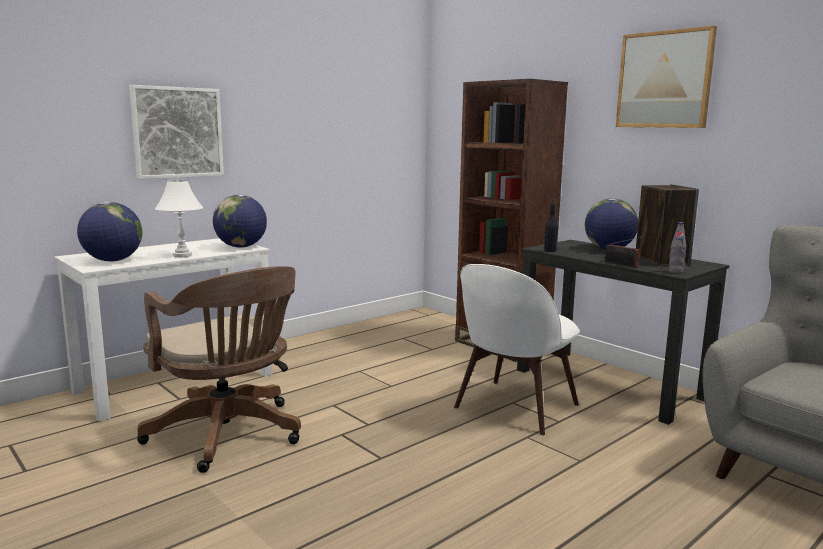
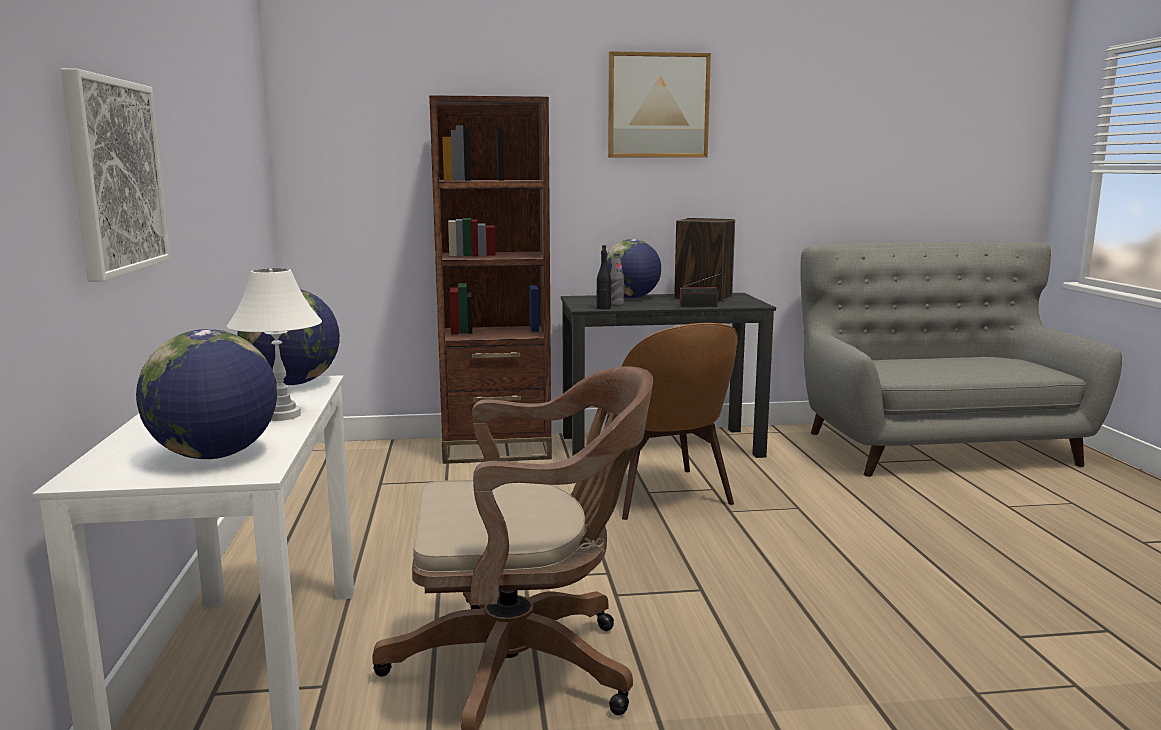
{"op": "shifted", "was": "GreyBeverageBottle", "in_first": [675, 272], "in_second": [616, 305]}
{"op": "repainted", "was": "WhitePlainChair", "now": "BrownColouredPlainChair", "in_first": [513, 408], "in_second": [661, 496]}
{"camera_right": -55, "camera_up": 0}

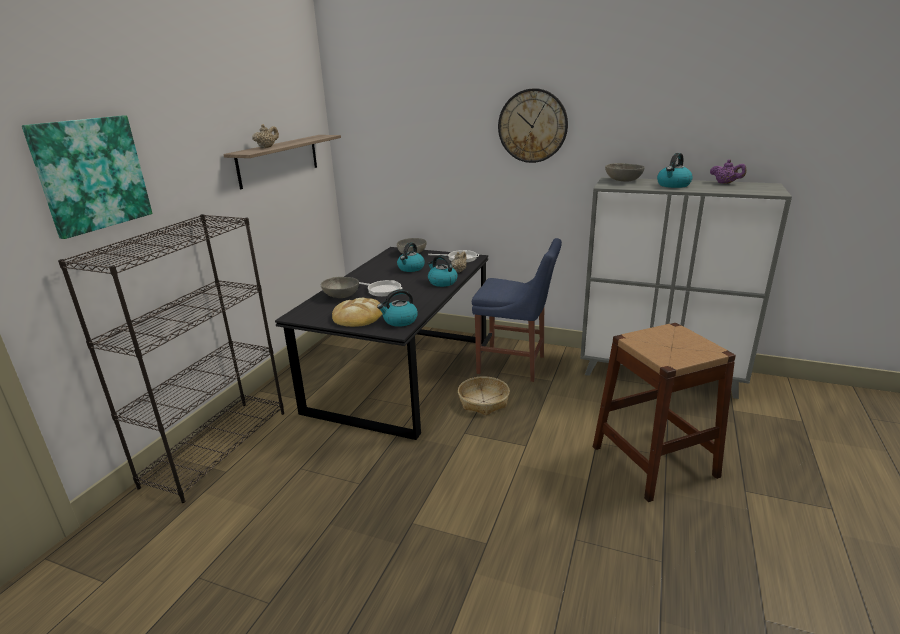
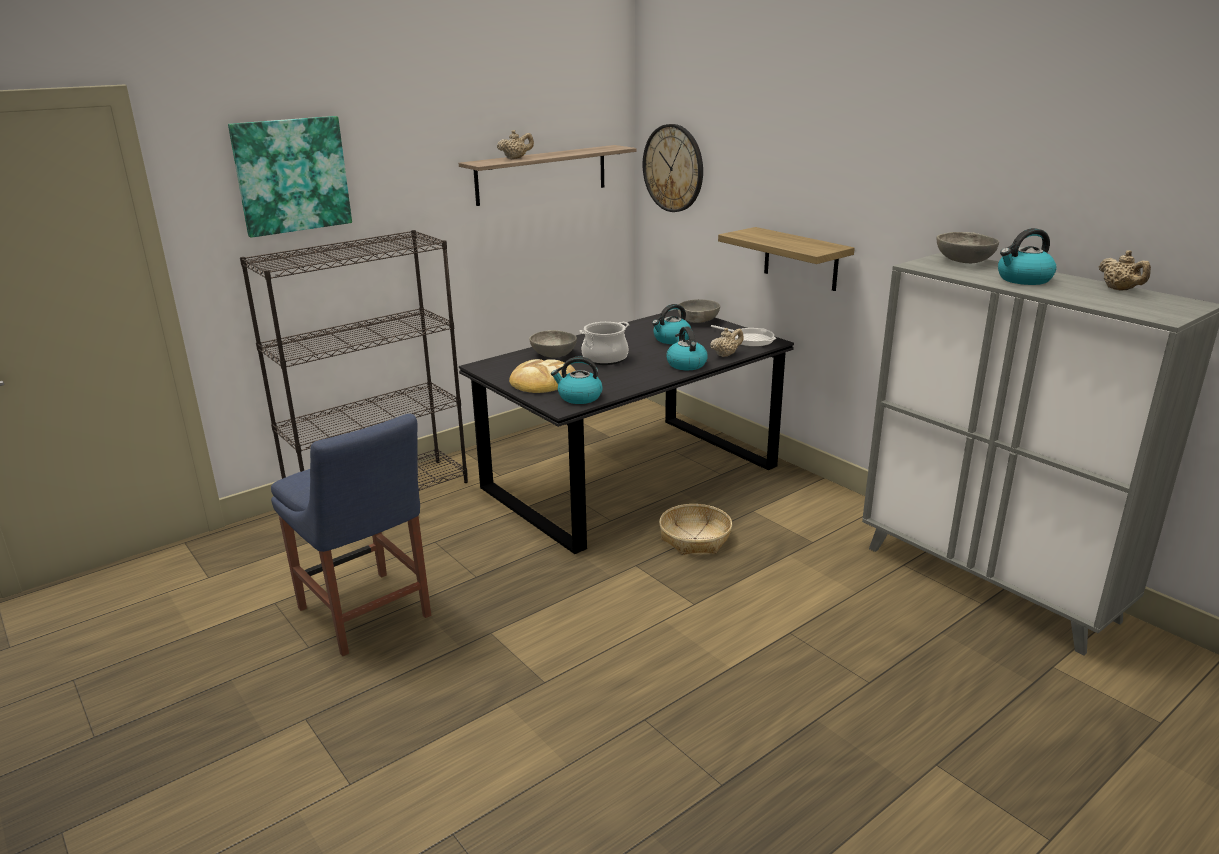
{"op": "shifted", "was": "WallClock", "in_first": [532, 126], "in_second": [673, 168]}
{"op": "repainted", "was": "PurplishTeapot", "now": "SandColouredTeapot", "in_first": [725, 183], "in_second": [1120, 290]}
{"op": "shifted", "was": "BlueColouredPlainChair", "in_first": [515, 365], "in_second": [367, 615]}
{"op": "swapped", "was": "Pan", "now": "CookingPot", "in_first": [382, 290], "in_second": [605, 358]}
{"op": "gone", "was": "BrownColouredStool", "in_first": [654, 461]}
{"op": "new", "now": "BracketShelf", "in_second": [800, 259]}
{"camera_right": 30, "camera_up": 0}

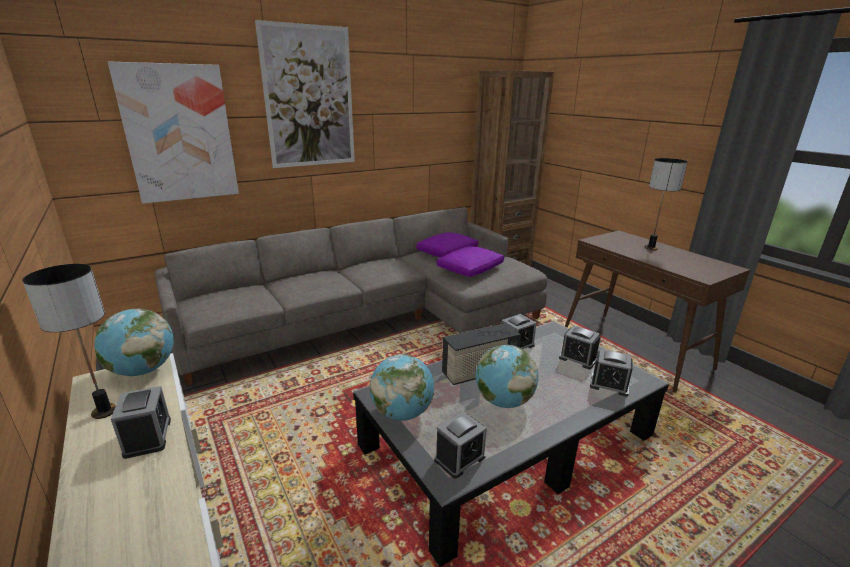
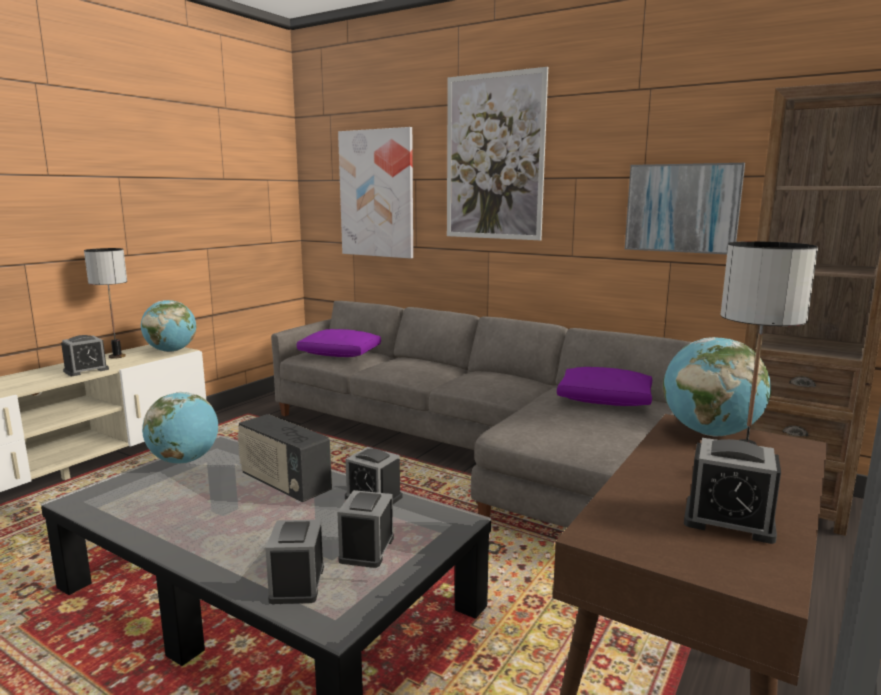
{"op": "shifted", "was": "PurplishThrowPillow", "in_first": [470, 269], "in_second": [340, 354]}
{"op": "shifted", "was": "Globe", "in_first": [503, 401], "in_second": [710, 433]}
{"op": "shifted", "was": "AlarmClock", "in_first": [460, 458], "in_second": [728, 521]}
{"op": "new", "now": "WallPicture", "in_second": [682, 208]}
{"camera_right": 65, "camera_up": -10}

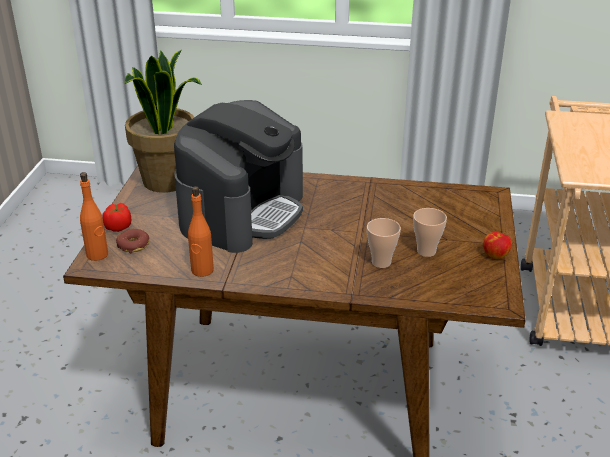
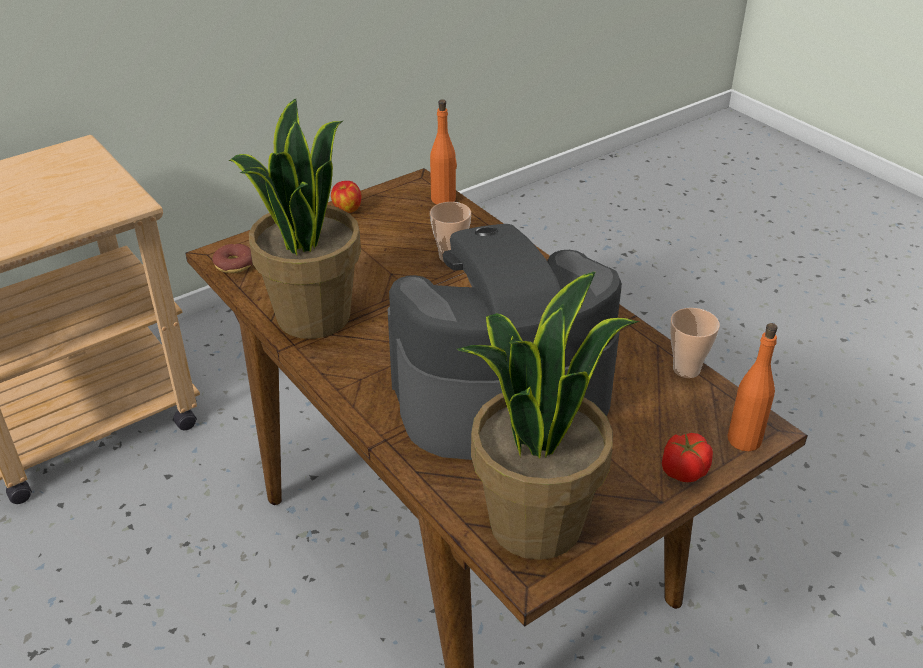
{"op": "shifted", "was": "OrangeColouredBeverageBottle", "in_first": [202, 270], "in_second": [443, 199]}
{"op": "shifted", "was": "Cup", "in_first": [426, 251], "in_second": [686, 369]}
{"op": "shifted", "was": "Donut", "in_first": [133, 245], "in_second": [234, 264]}
{"op": "new", "now": "PottedPlant", "in_second": [312, 316]}
{"camera_right": -135, "camera_up": 5}

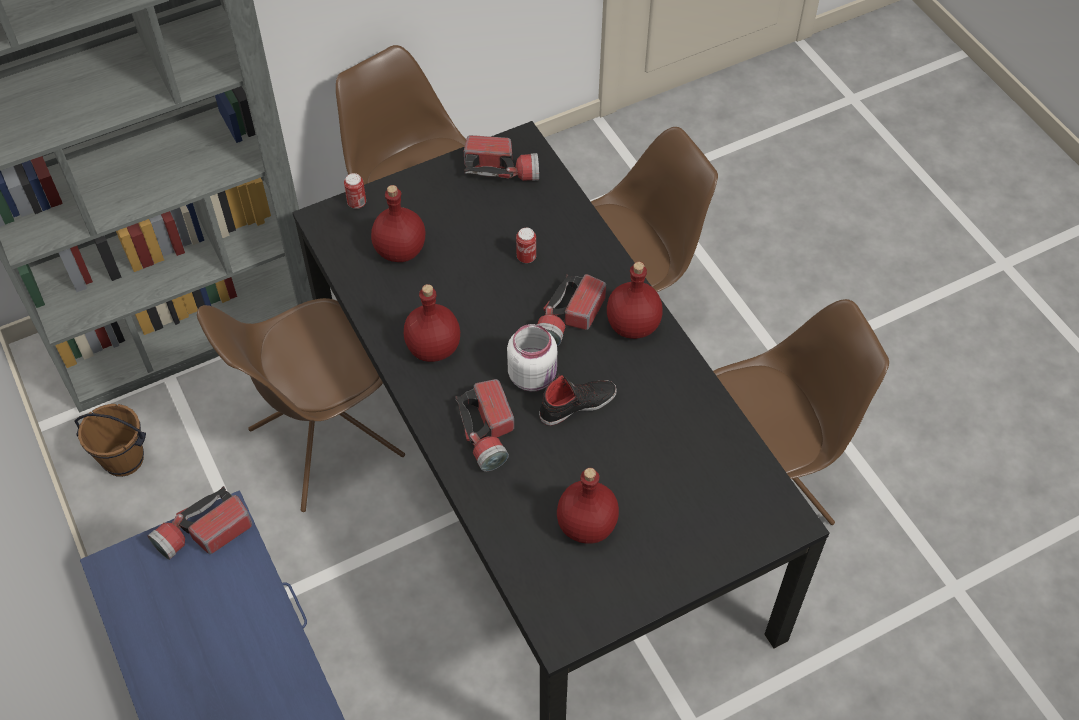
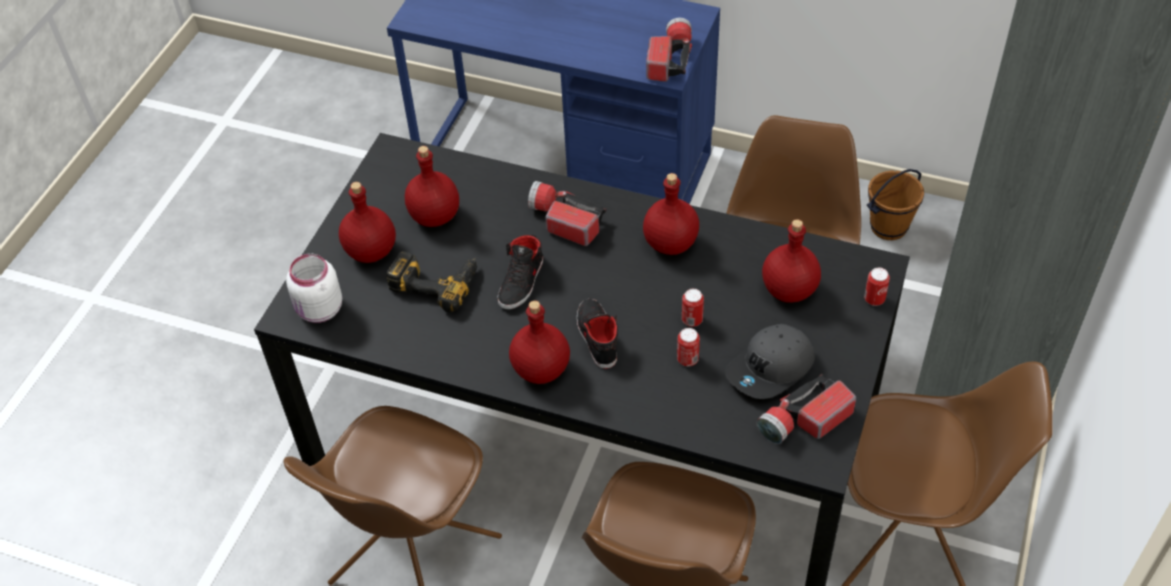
{"op": "swapped", "was": "Flashlight", "now": "BlackColouredItemOfFootwear", "in_first": [569, 319], "in_second": [596, 336]}
{"op": "shifted", "was": "WhiteStorageJar", "in_first": [533, 376], "in_second": [319, 310]}
{"op": "new", "now": "ReddishBeverageBottle", "in_second": [371, 252]}
{"op": "new", "now": "Drill", "in_second": [436, 281]}
{"op": "new", "now": "SealedCan", "in_second": [692, 320]}
{"op": "new", "now": "GreyCap", "in_second": [771, 369]}
{"camera_right": 140, "camera_up": -5}

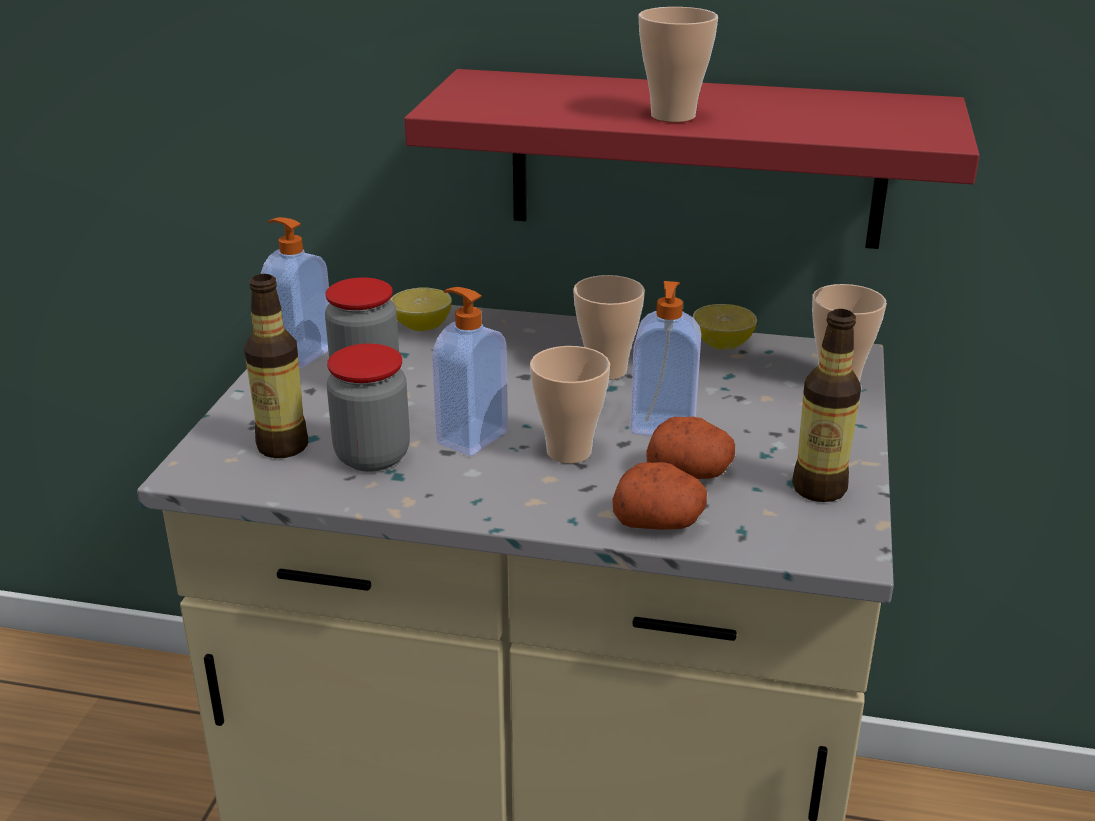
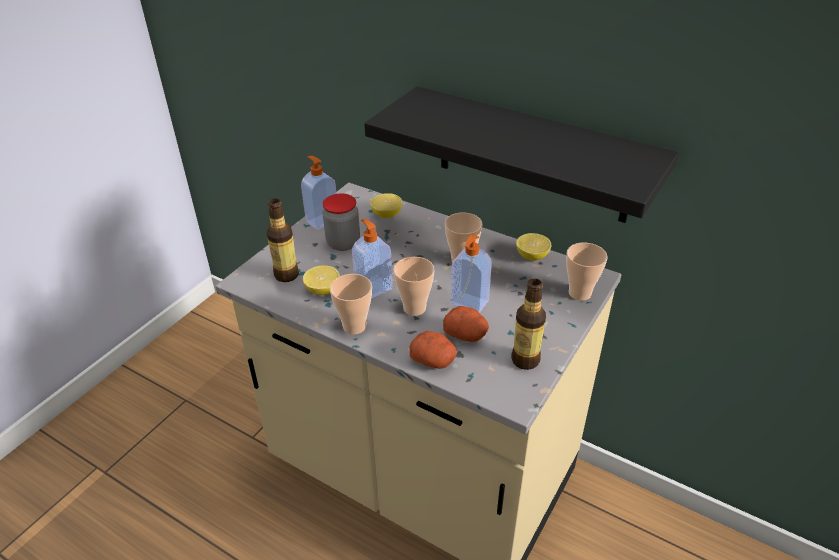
{"op": "shifted", "was": "Cup", "in_first": [673, 116], "in_second": [354, 326]}
{"op": "repainted", "was": "ReddishBracketShelf", "now": "BlackColouredBracketShelf", "in_first": [696, 159], "in_second": [532, 155]}
{"op": "swapped", "was": "StorageJar", "now": "WholeLemon", "in_first": [372, 456], "in_second": [323, 290]}
{"camera_right": 20, "camera_up": 10}

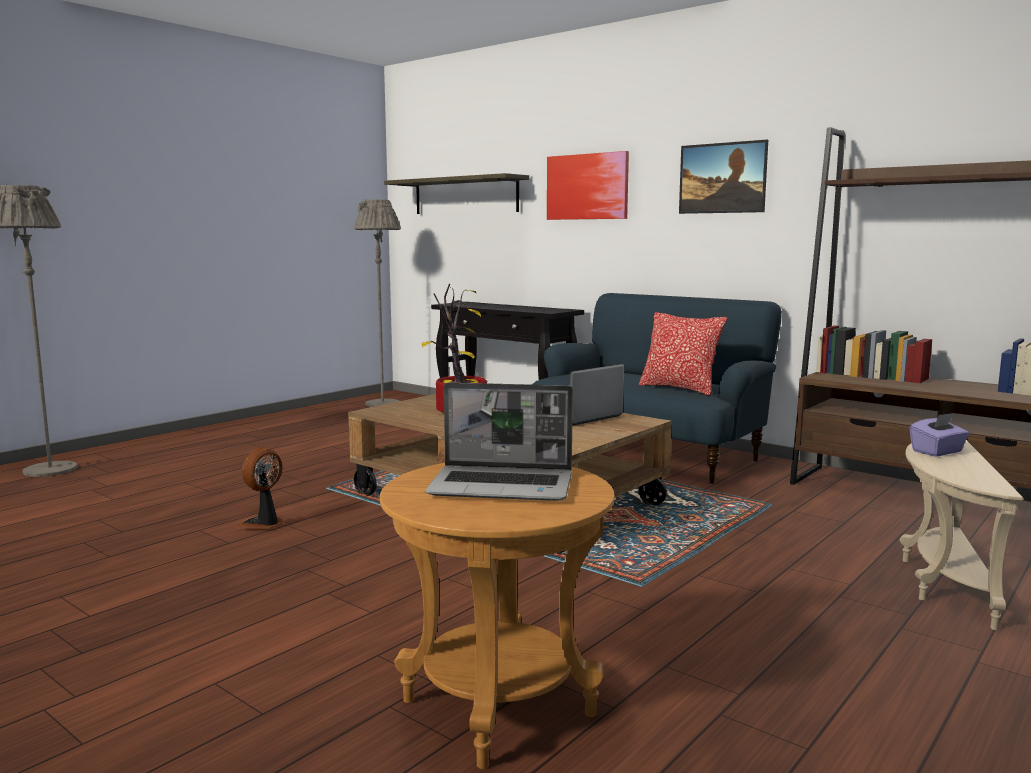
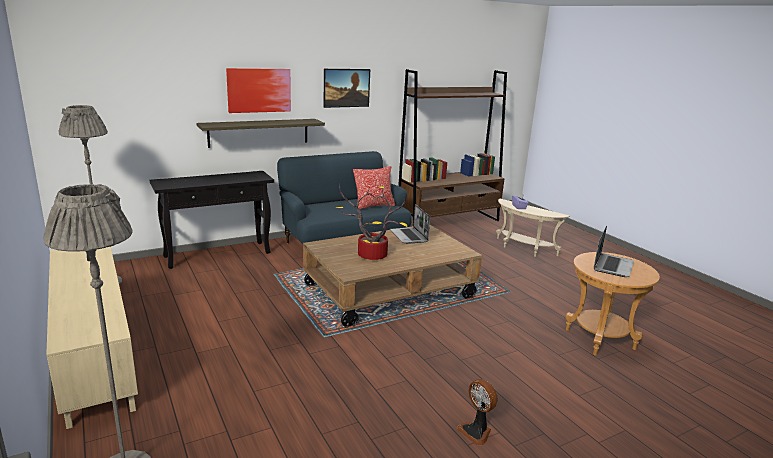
{"op": "shifted", "was": "BracketShelf", "in_first": [465, 196], "in_second": [259, 132]}
{"op": "shifted", "was": "CoolingFan", "in_first": [264, 524], "in_second": [476, 431]}
{"op": "new", "now": "SandColouredTvStand", "in_second": [95, 354]}
{"camera_right": -70, "camera_up": 10}

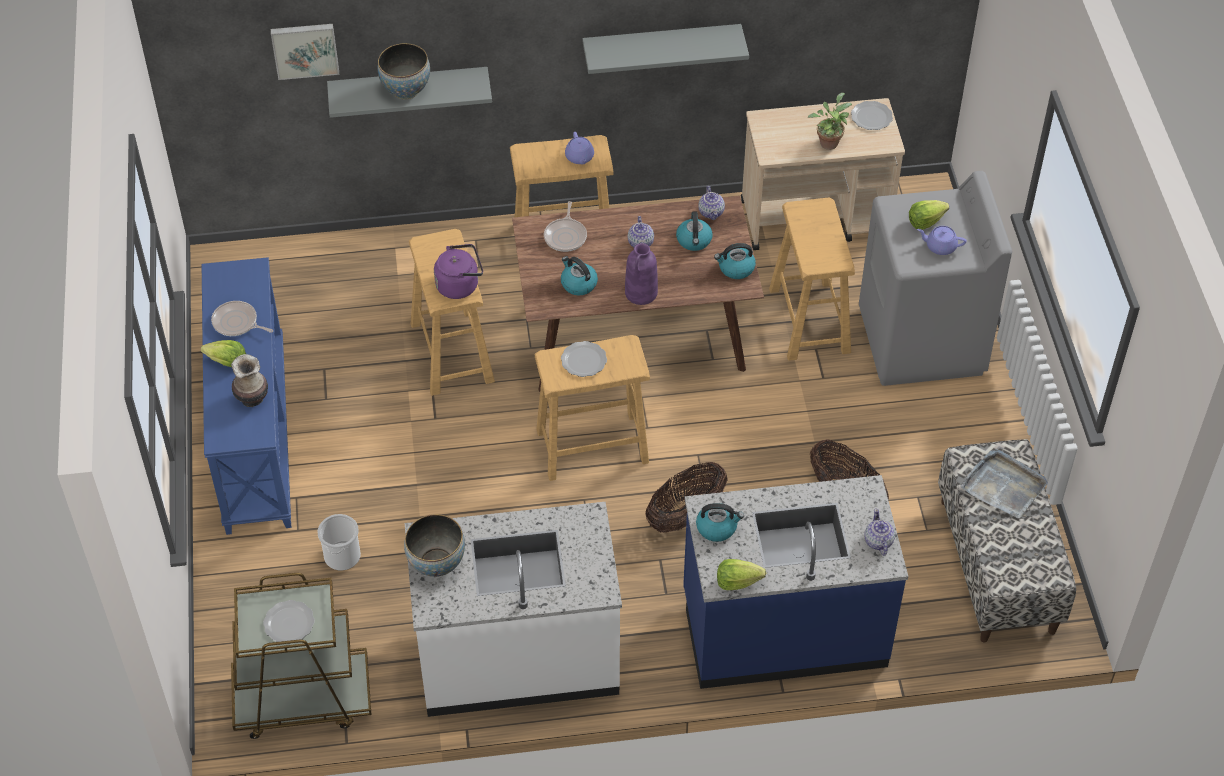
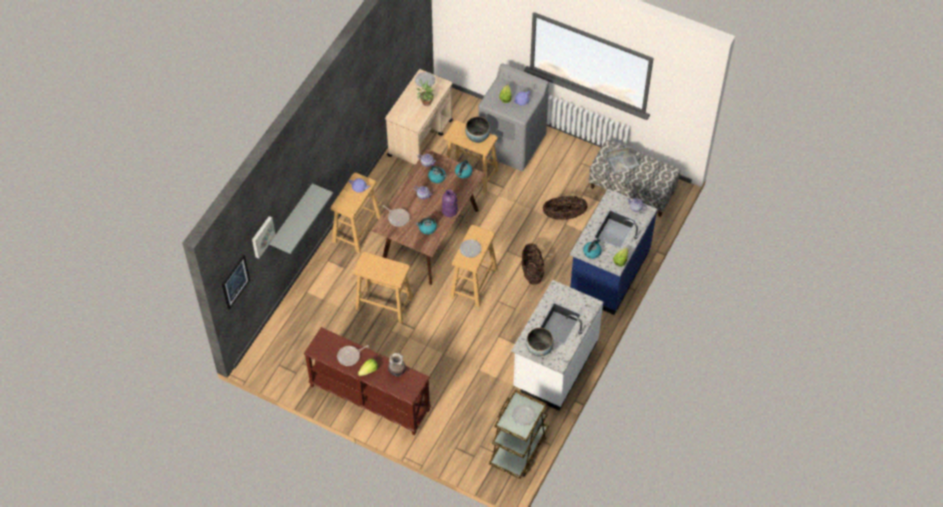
{"op": "gone", "was": "GreyBracketShelf", "in_first": [661, 46]}
{"op": "shifted", "was": "Bowl", "in_first": [406, 90], "in_second": [477, 137]}
{"op": "gone", "was": "PurplishKettle", "in_first": [460, 285]}
{"op": "repainted", "was": "BlueColouredHallTable", "now": "BrownColouredHallTable", "in_first": [254, 435], "in_second": [369, 398]}
{"op": "gone", "was": "Pail", "in_first": [342, 555]}
{"op": "new", "now": "WallPicture", "in_second": [235, 281]}
{"camera_right": -55, "camera_up": 5}

